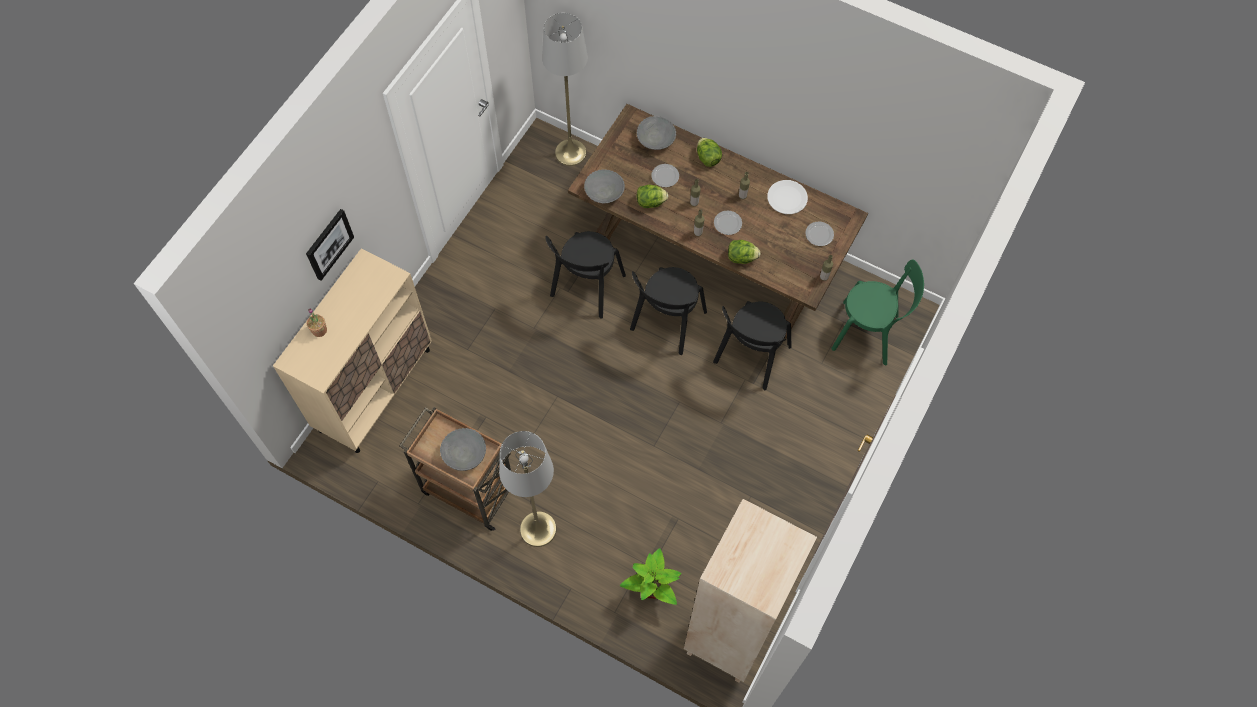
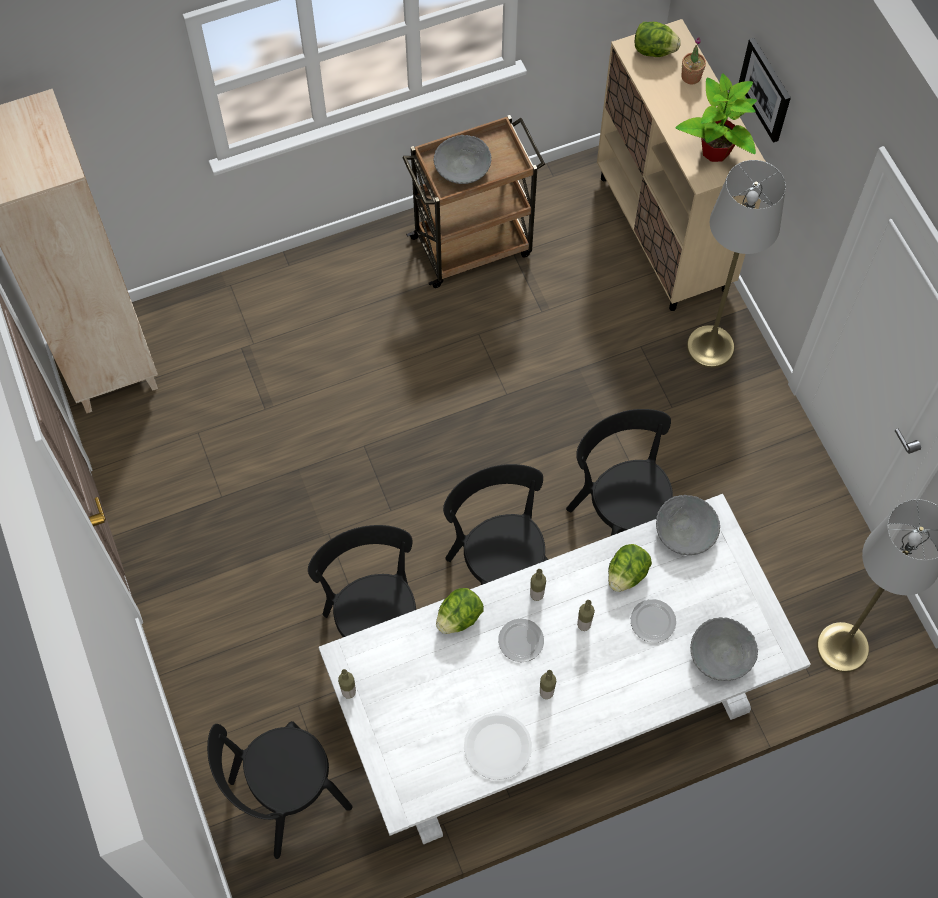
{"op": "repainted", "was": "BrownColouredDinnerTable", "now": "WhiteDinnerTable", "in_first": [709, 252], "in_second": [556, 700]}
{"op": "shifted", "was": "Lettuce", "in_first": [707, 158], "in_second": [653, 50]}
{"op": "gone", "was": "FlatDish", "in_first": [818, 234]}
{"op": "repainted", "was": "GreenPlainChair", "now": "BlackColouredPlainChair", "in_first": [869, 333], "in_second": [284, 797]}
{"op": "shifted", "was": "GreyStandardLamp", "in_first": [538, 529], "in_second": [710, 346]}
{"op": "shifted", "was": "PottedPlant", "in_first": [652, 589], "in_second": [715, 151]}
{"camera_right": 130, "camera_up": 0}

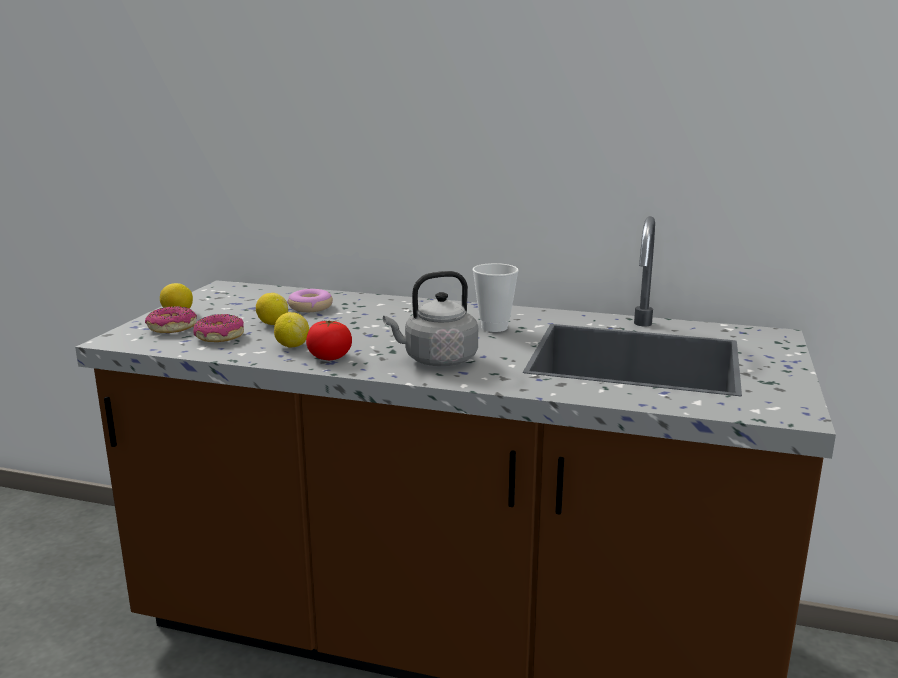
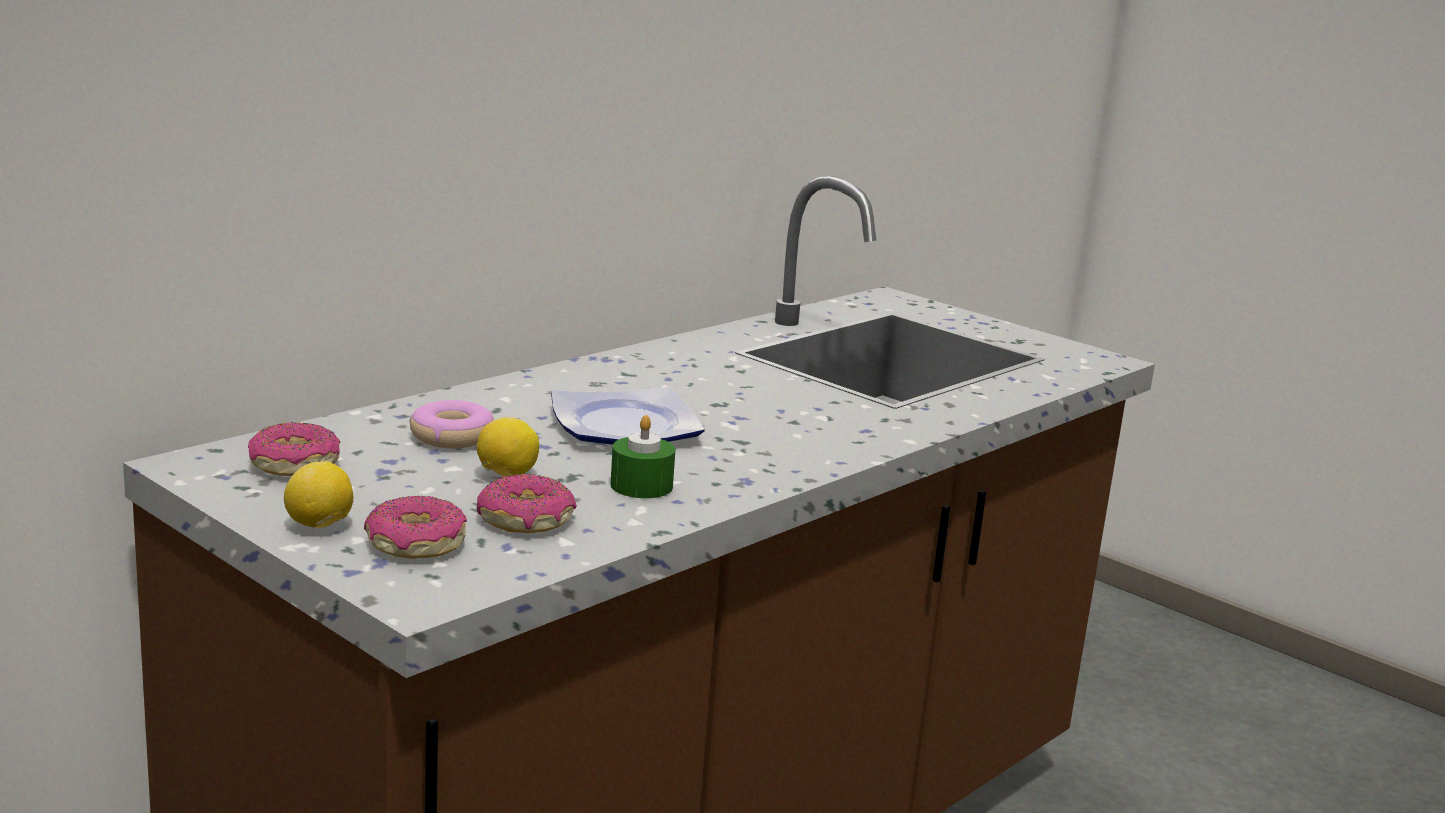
{"op": "gone", "was": "Cup", "in_first": [494, 327]}
{"op": "gone", "was": "GreyKettle", "in_first": [436, 360]}
{"op": "swapped", "was": "WholeLemon", "now": "GreenWaxCandle", "in_first": [292, 346], "in_second": [641, 486]}
{"op": "gone", "was": "WholeTomato", "in_first": [329, 357]}
{"op": "new", "now": "FlatDish", "in_second": [628, 427]}
{"op": "new", "now": "Donut", "in_second": [294, 465]}
{"camera_right": -65, "camera_up": 0}

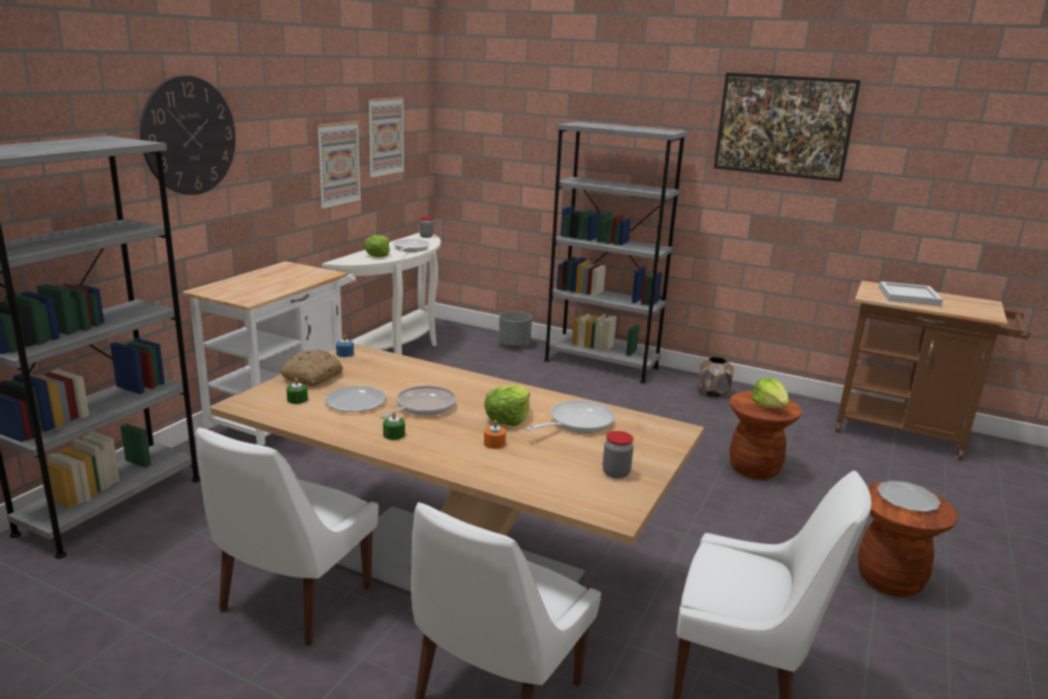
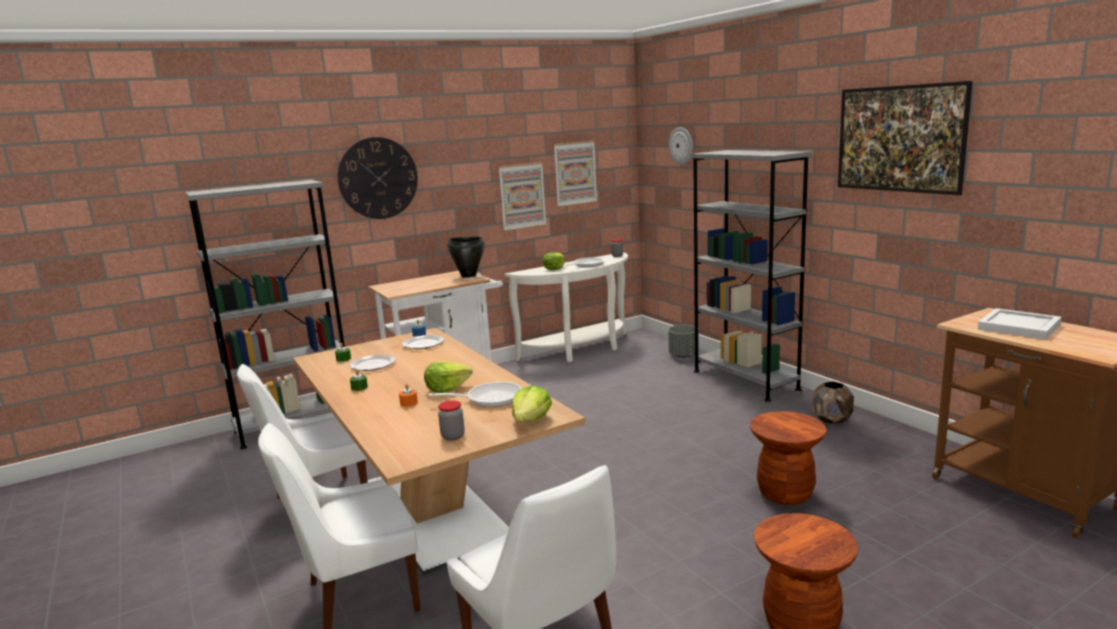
{"op": "gone", "was": "Bread", "in_first": [312, 376]}
{"op": "shifted", "was": "Lettuce", "in_first": [769, 405], "in_second": [531, 420]}
{"op": "gone", "was": "Pan", "in_first": [422, 407]}
{"op": "shifted", "was": "FlatDish", "in_first": [906, 498], "in_second": [423, 344]}
{"op": "new", "now": "WallClock", "in_second": [681, 145]}
{"op": "new", "now": "BlackColouredCookingPot", "in_second": [468, 276]}
{"camera_right": 35, "camera_up": -5}

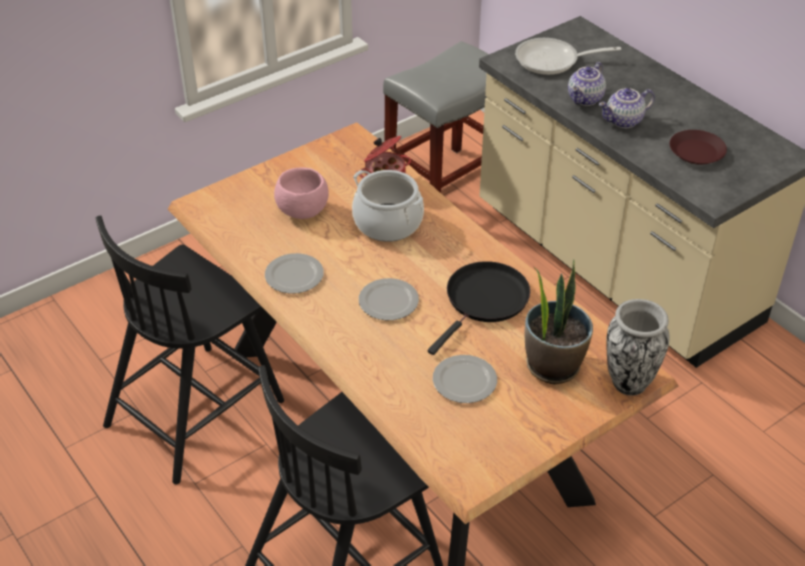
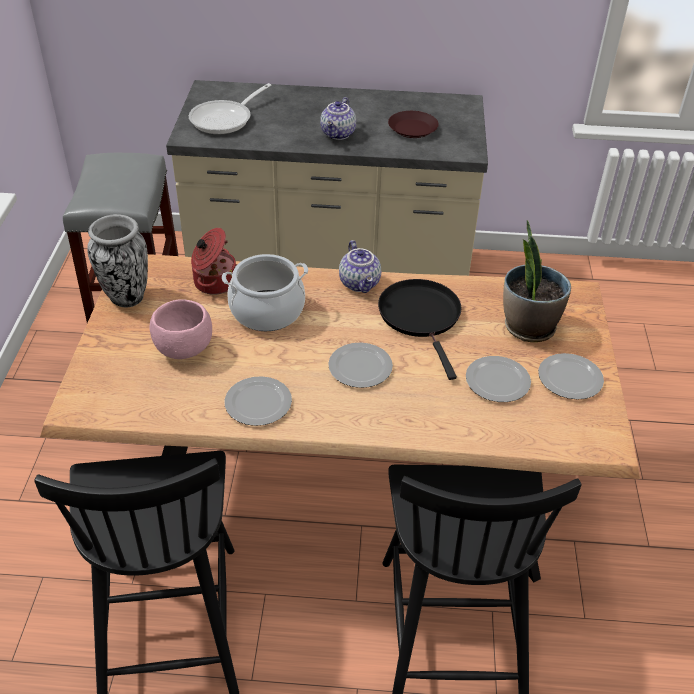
{"op": "shifted", "was": "Teapot", "in_first": [586, 99], "in_second": [360, 283]}
{"op": "shifted", "was": "DecorativeVase", "in_first": [628, 382], "in_second": [126, 298]}
{"op": "new", "now": "FlatDish", "in_second": [570, 379]}
{"camera_right": -50, "camera_up": 0}

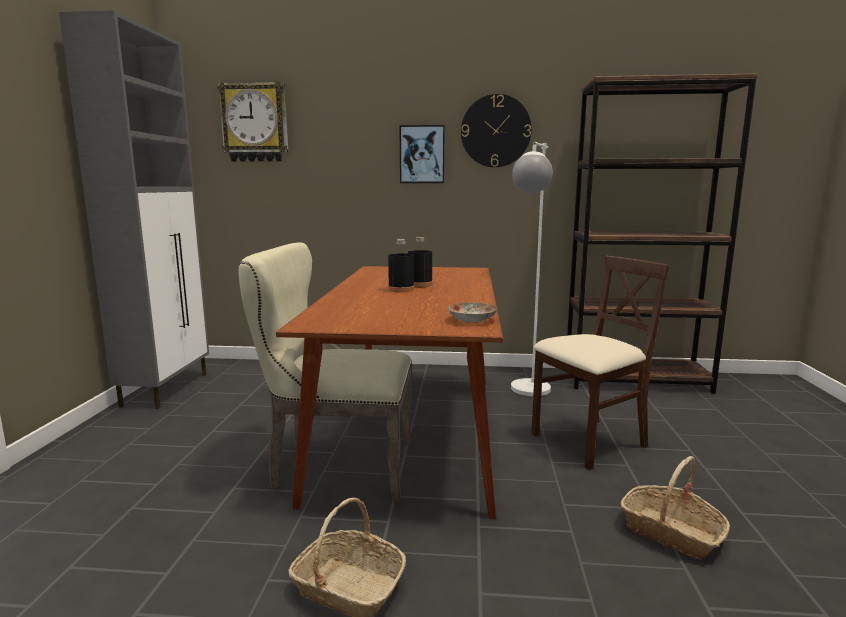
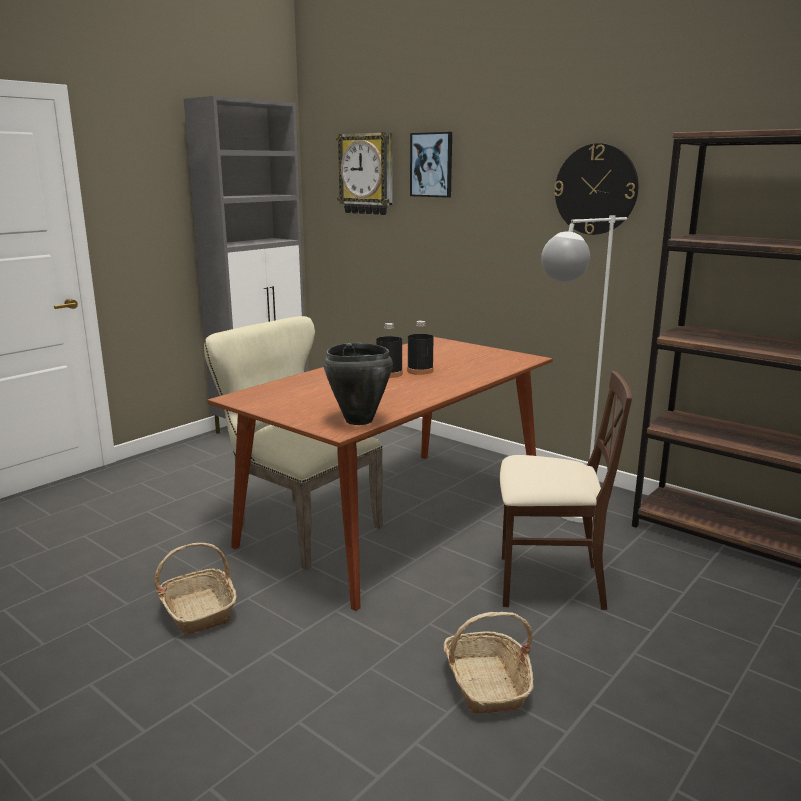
{"op": "shifted", "was": "WallPicture", "in_first": [422, 154], "in_second": [432, 165]}
{"op": "swapped", "was": "FlatDish", "now": "BlackColouredCookingPot", "in_first": [472, 320], "in_second": [358, 420]}
{"camera_right": 35, "camera_up": 5}

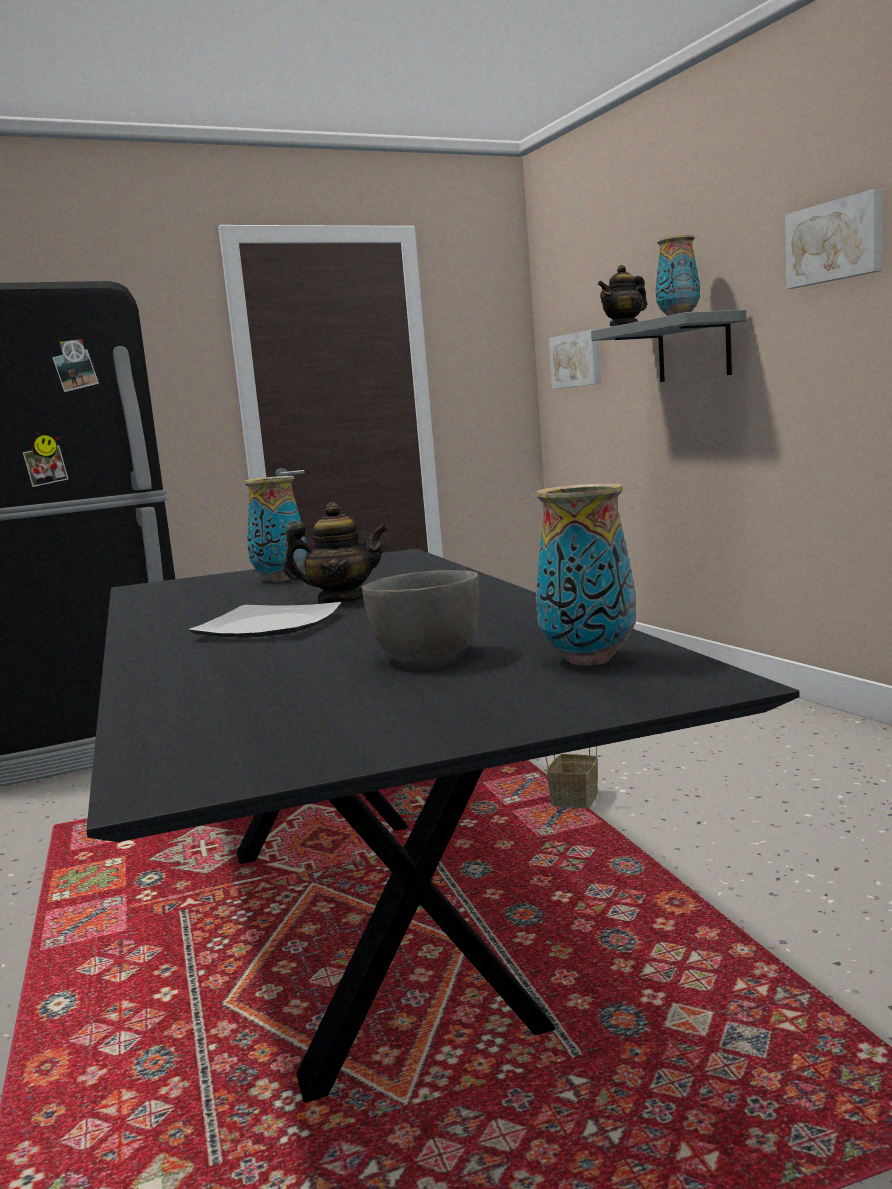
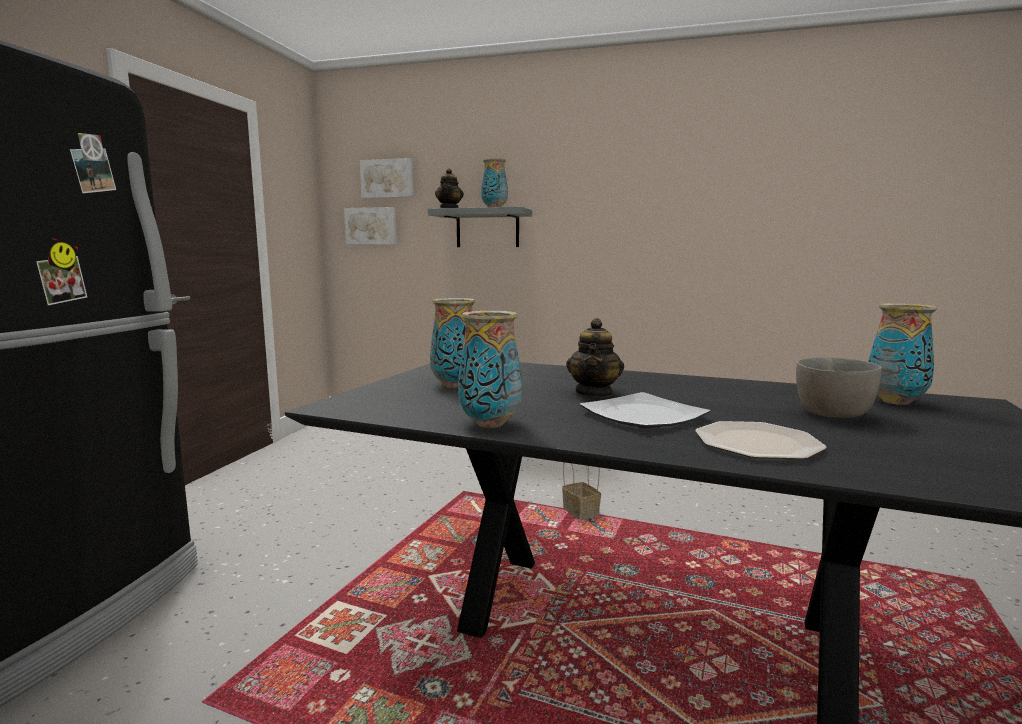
{"op": "shifted", "was": "WallPicture", "in_first": [835, 241], "in_second": [387, 178]}
{"op": "rotated", "was": "Teapot", "in_first": [341, 600], "in_second": [594, 393], "clockwise": 150}
{"op": "new", "now": "DecorativeVase", "in_second": [491, 424]}
{"op": "new", "now": "FlatDish", "in_second": [758, 443]}
{"camera_right": -50, "camera_up": 0}

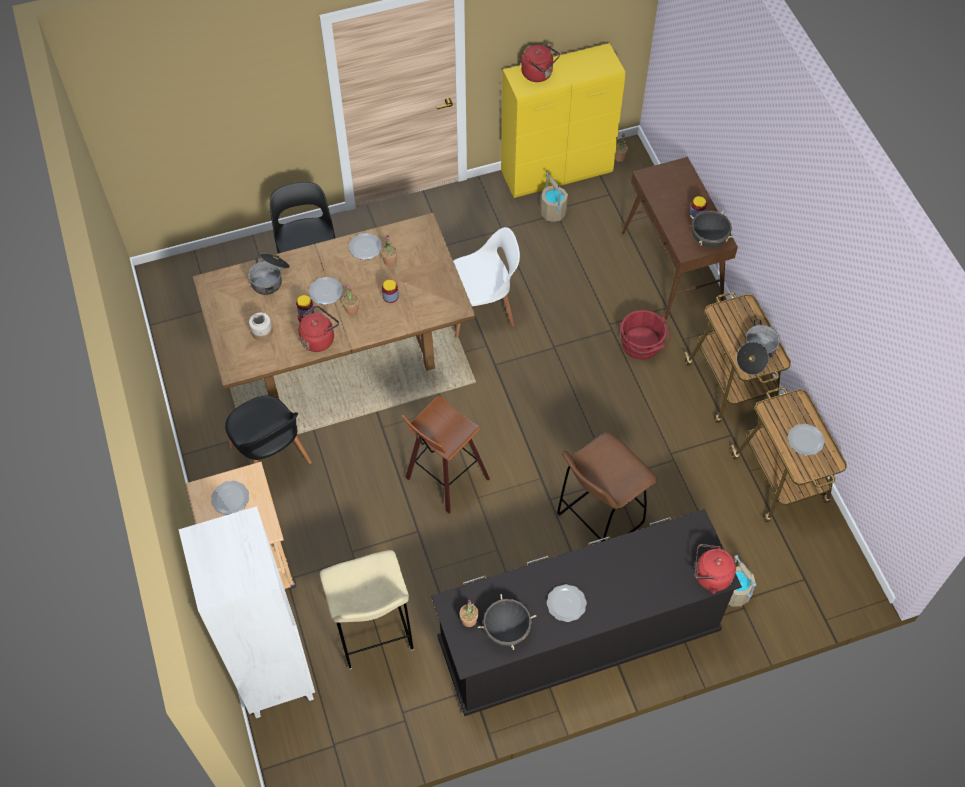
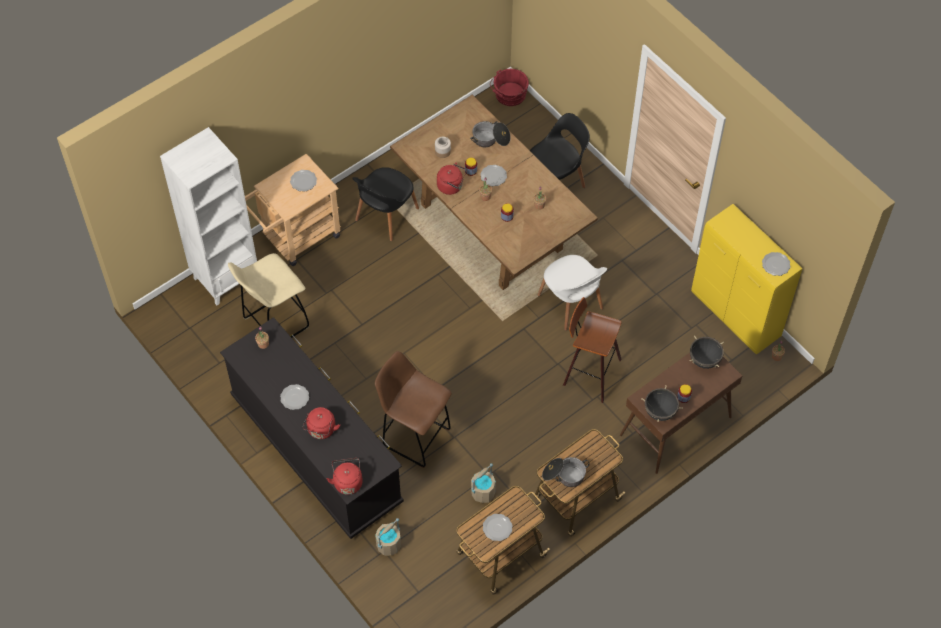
{"op": "shifted", "was": "ReddishKettle", "in_first": [539, 74], "in_second": [321, 430]}
{"op": "shifted", "was": "SandColouredPail", "in_first": [552, 212], "in_second": [483, 492]}
{"op": "shifted", "was": "FlatDish", "in_first": [365, 248], "in_second": [775, 265]}
{"op": "shifted", "was": "ReddishPail", "in_first": [642, 345], "in_second": [509, 95]}
{"op": "shifted", "was": "Stool", "in_first": [444, 478], "in_second": [589, 373]}
{"op": "shifted", "was": "BlackColouredCookingPot", "in_first": [506, 631], "in_second": [704, 360]}
{"camera_right": 70, "camera_up": 0}

